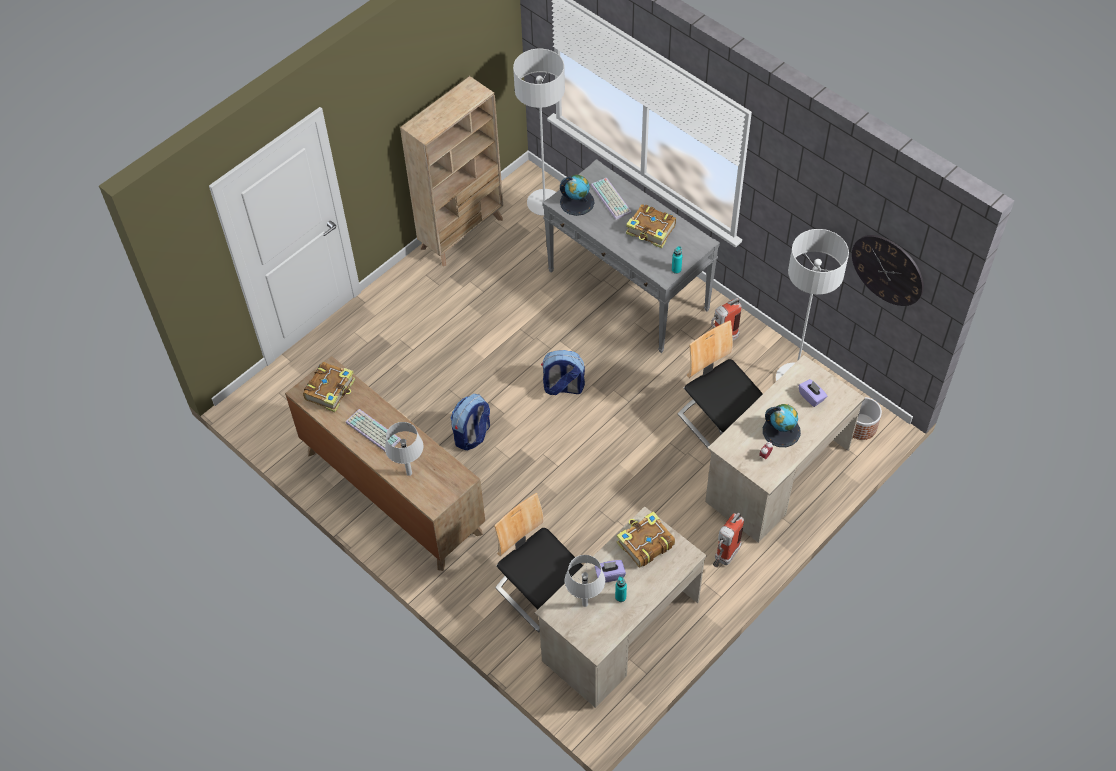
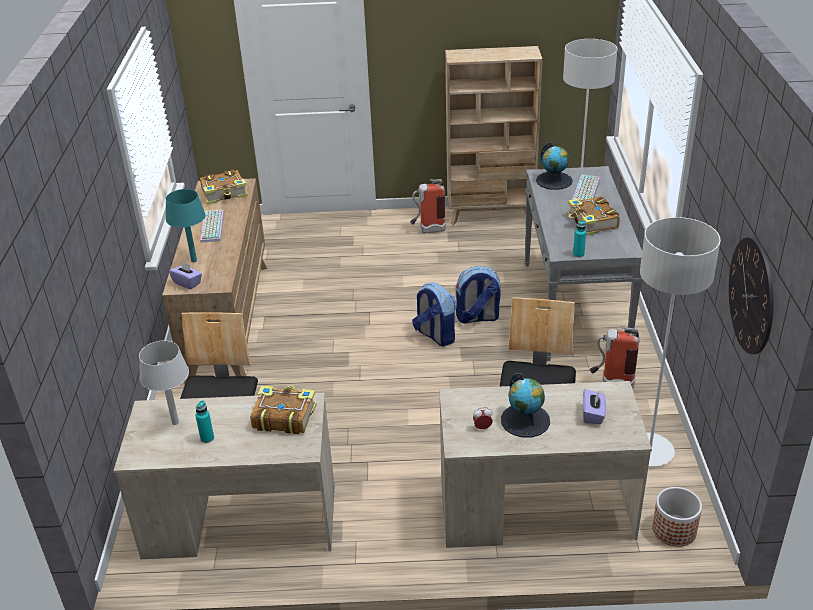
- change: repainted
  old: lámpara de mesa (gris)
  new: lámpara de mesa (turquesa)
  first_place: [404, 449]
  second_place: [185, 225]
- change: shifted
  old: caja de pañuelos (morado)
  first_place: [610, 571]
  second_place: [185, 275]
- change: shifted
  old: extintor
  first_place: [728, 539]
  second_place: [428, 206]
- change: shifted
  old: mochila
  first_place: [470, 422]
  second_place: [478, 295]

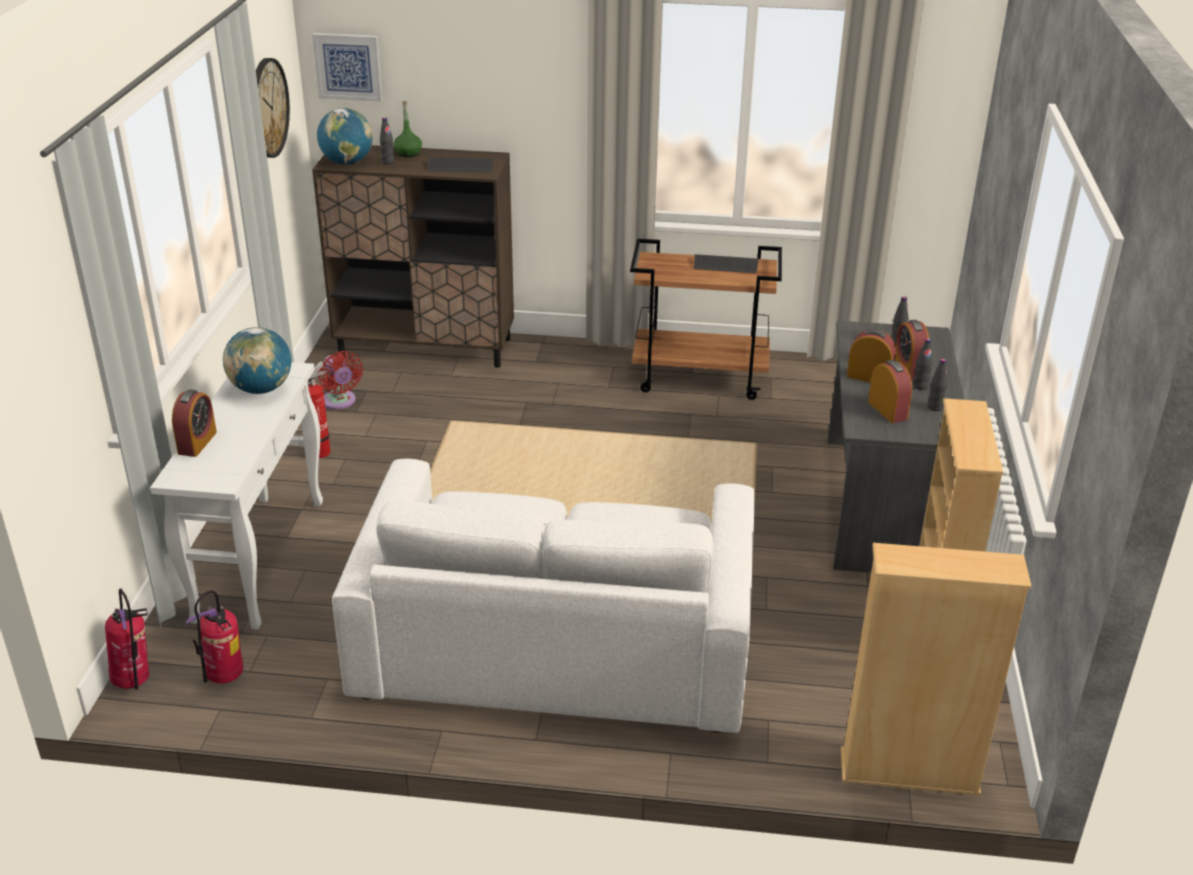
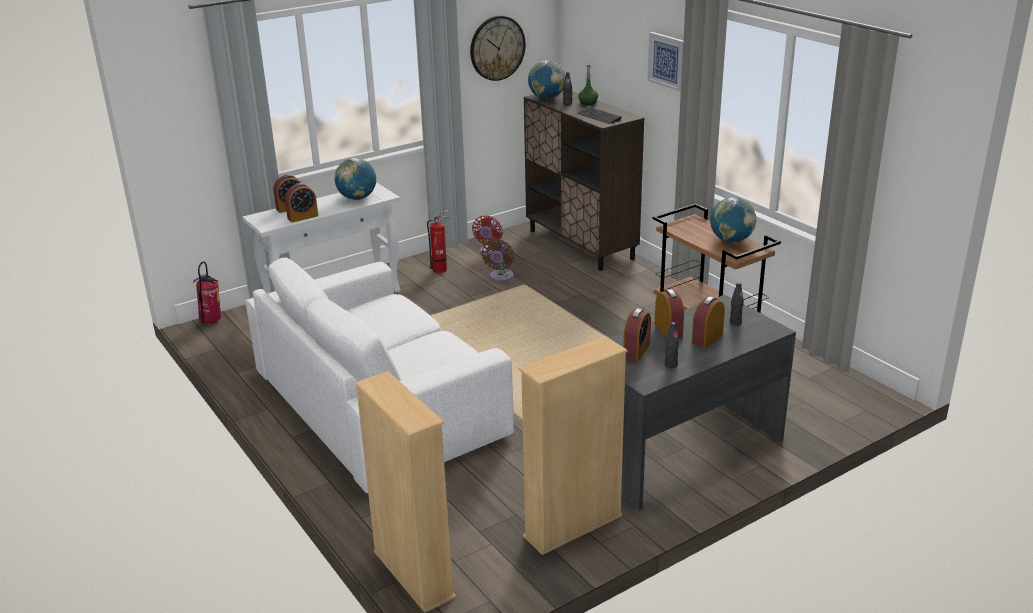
- change: new
  new: despertador
  second_place: [301, 203]
- change: new
  new: ventilador (marrón)
  second_place: [498, 260]
- change: shifted
  old: cuadro
  first_place: [347, 67]
  second_place: [665, 62]
- change: swapped
  old: teclado
  new: globo terráqueo
  first_place: [726, 263]
  second_place: [733, 220]
- change: gone
  old: extintor
  first_place: [214, 637]
- change: gone
  old: botella (negro)
  first_place: [922, 364]

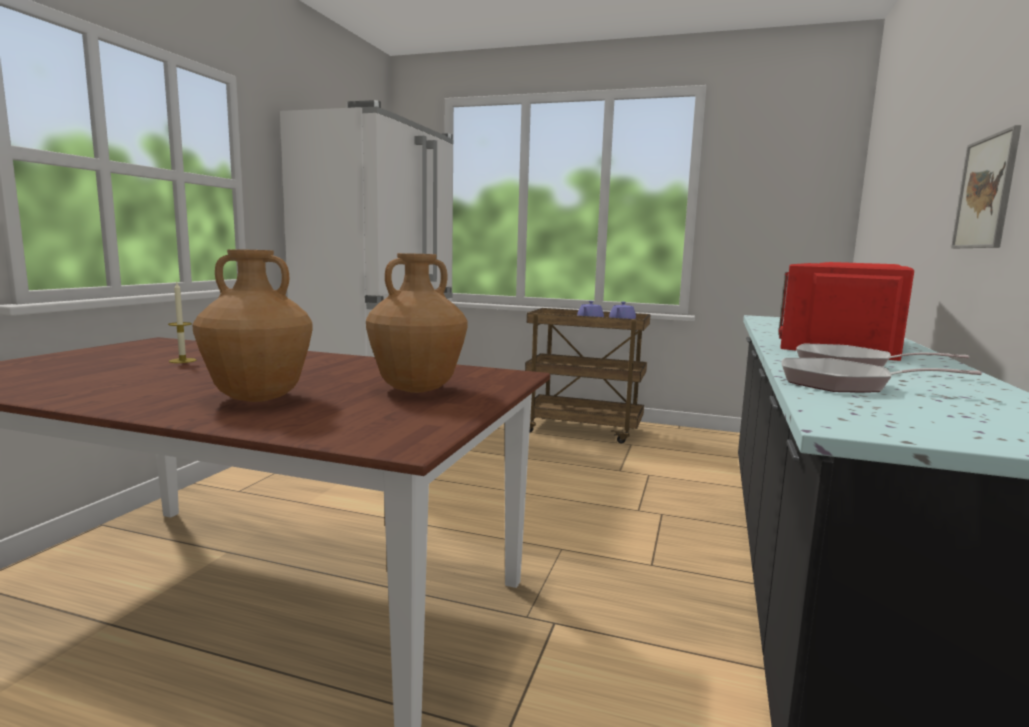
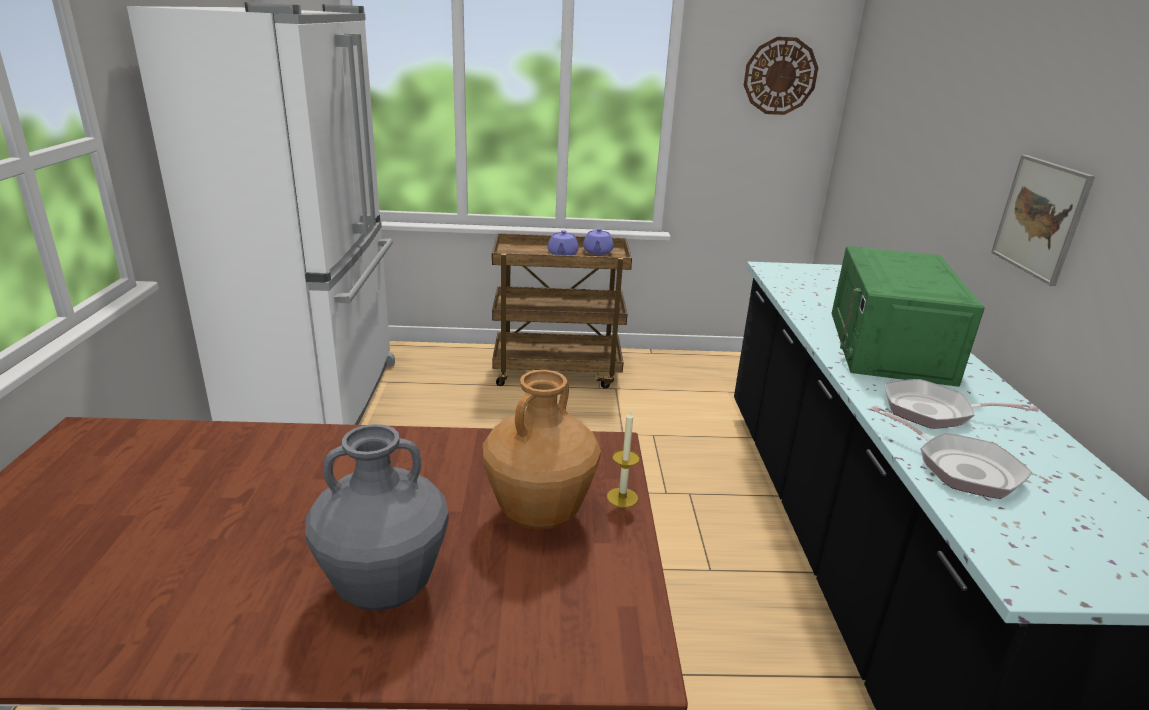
- change: repainted
  old: florero (marrón)
  new: florero (gris)
  first_place: [252, 325]
  second_place: [377, 517]
- change: shifted
  old: vela
  first_place: [182, 322]
  second_place: [623, 458]
- change: new
  new: reloj de pared
  second_place: [781, 76]
- change: repainted
  old: microondas (rojo)
  new: microondas (verde)
  first_place: [846, 311]
  second_place: [908, 316]
- change: rotated
  old: sartén
  first_place: [881, 375]
  second_place: [951, 452]
  degrees: -135

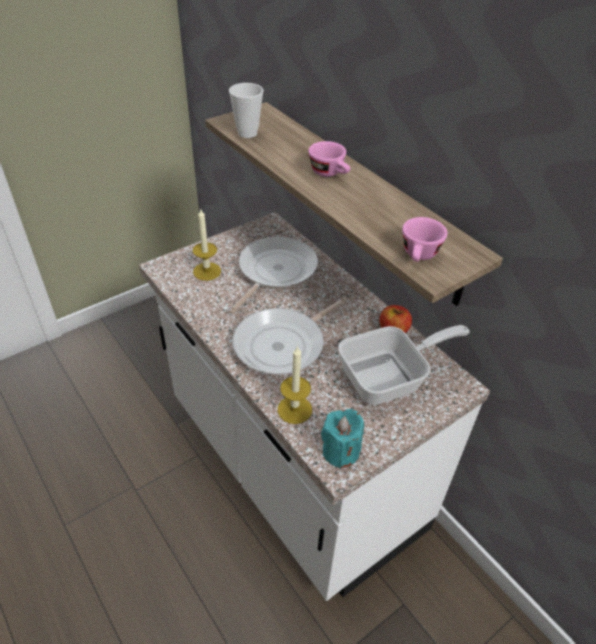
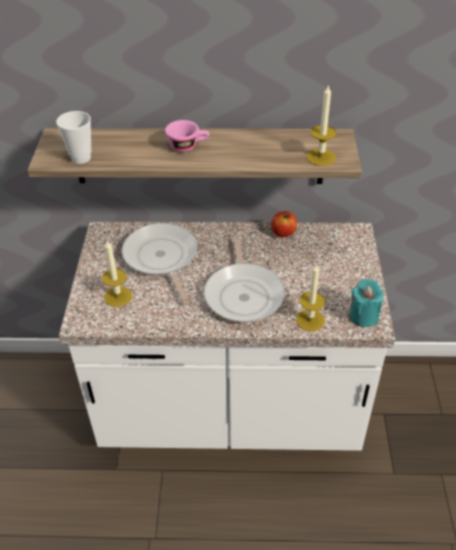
- change: swapped
  old: taza (rosa)
  new: vela
  first_place: [424, 239]
  second_place: [321, 125]
- change: gone
  old: sartén
  first_place: [404, 365]

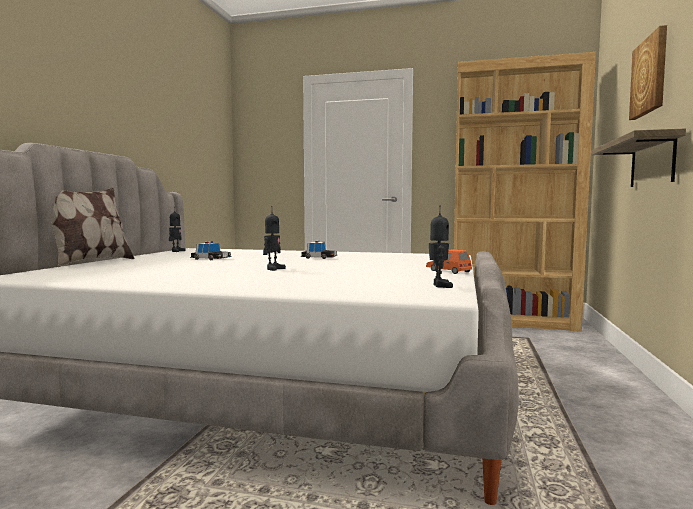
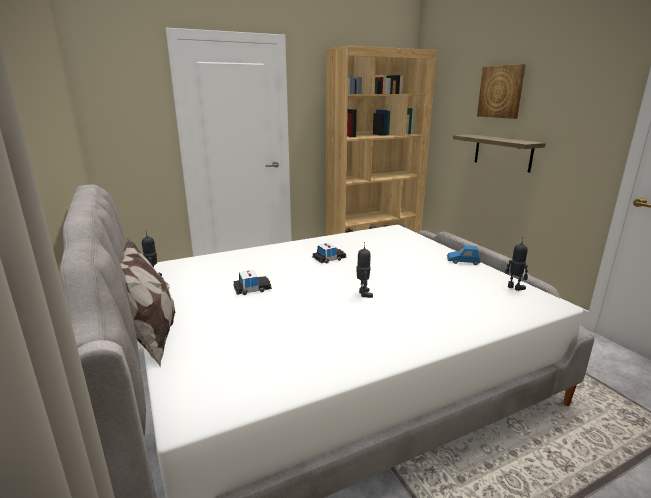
- change: repainted
  old: coche de juguete (naranja)
  new: coche de juguete (azul)
  first_place: [449, 261]
  second_place: [464, 255]

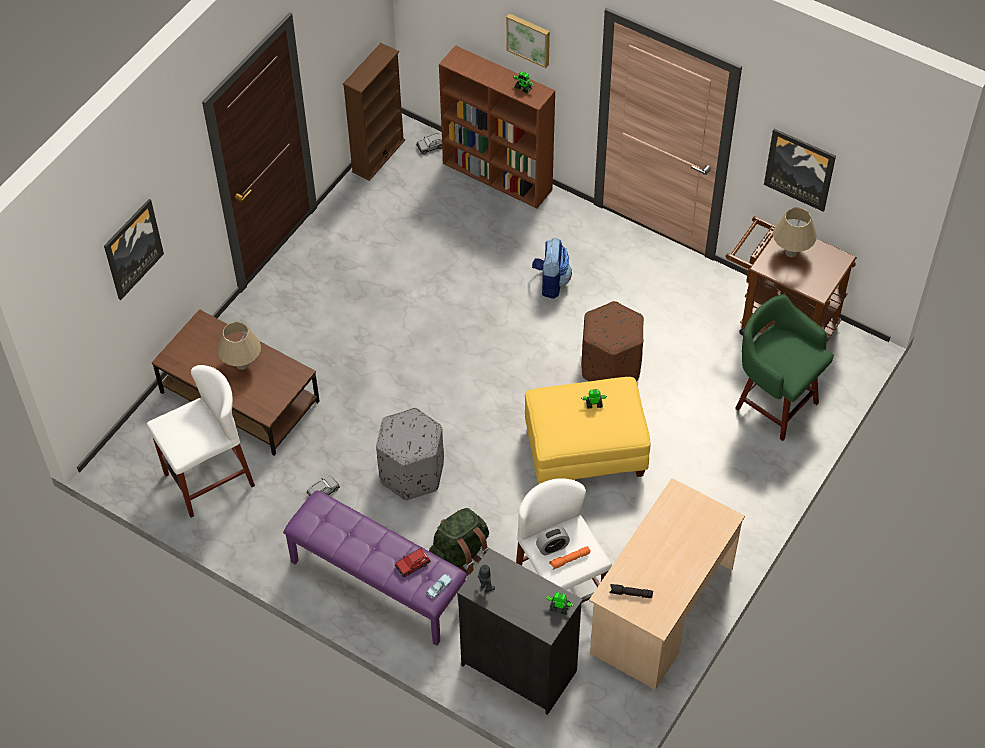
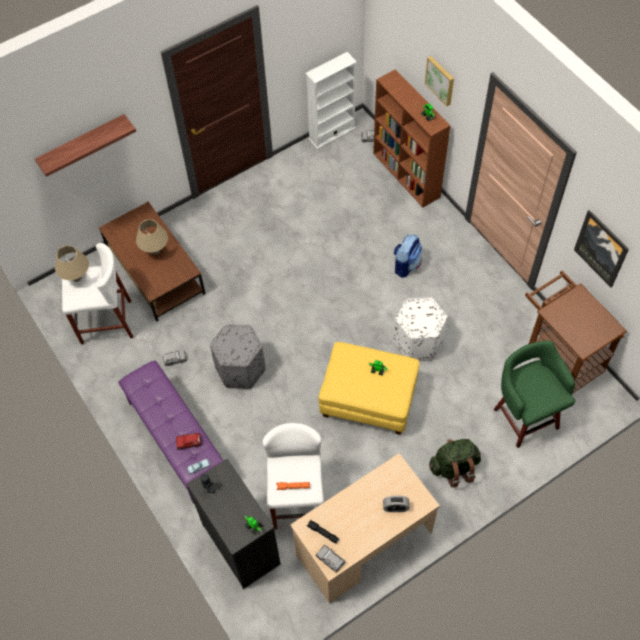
- change: swapped
  old: cuadro
  new: estante
  first_place: [134, 249]
  second_place: [85, 145]
- change: shifted
  old: lámpara de mesa (beis)
  first_place: [795, 232]
  second_place: [72, 263]
- change: repainted
  old: estantería (marrón)
  new: estantería (blanco)
  first_place: [374, 112]
  second_place: [331, 100]
- change: new
  new: coche de juguete (gris)
  second_place: [330, 559]
- change: shifted
  old: despertador
  first_place: [553, 541]
  second_place: [396, 503]
- change: repainted
  old: puf (marrón)
  new: puf (blanco)
  first_place: [613, 341]
  second_place: [420, 329]
- change: shifted
  old: mochila (verde)
  first_place: [459, 542]
  second_place: [455, 463]

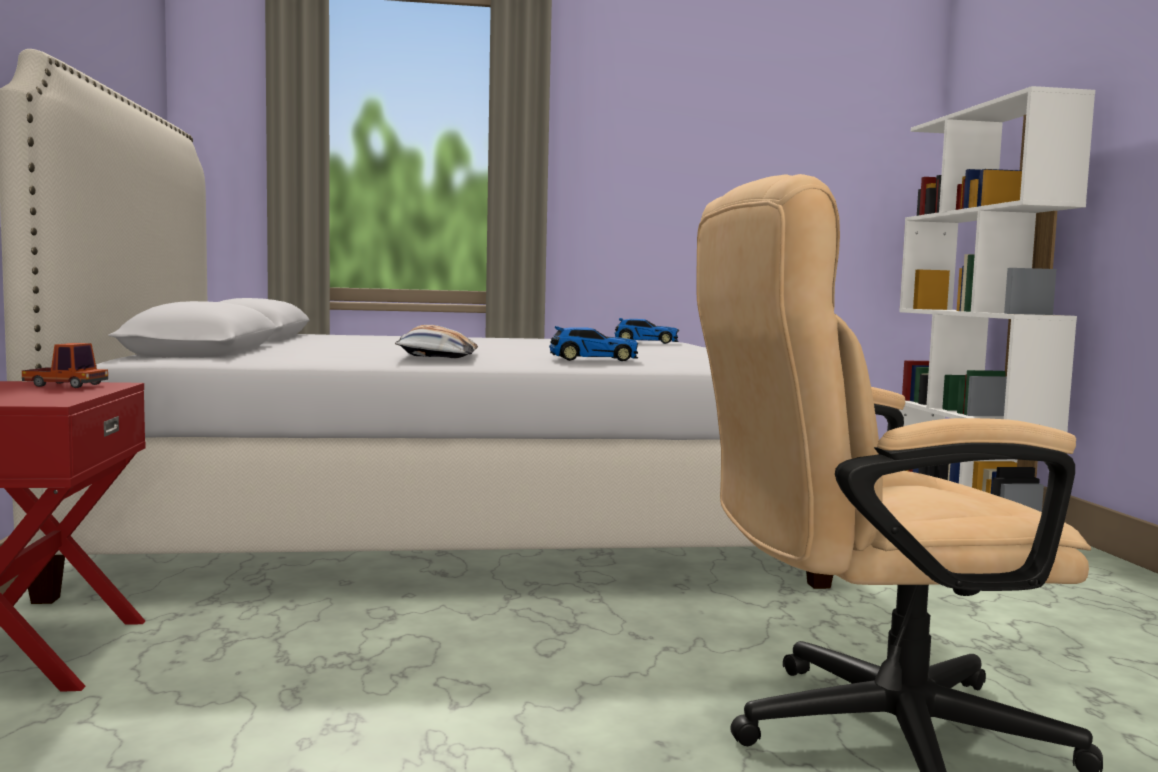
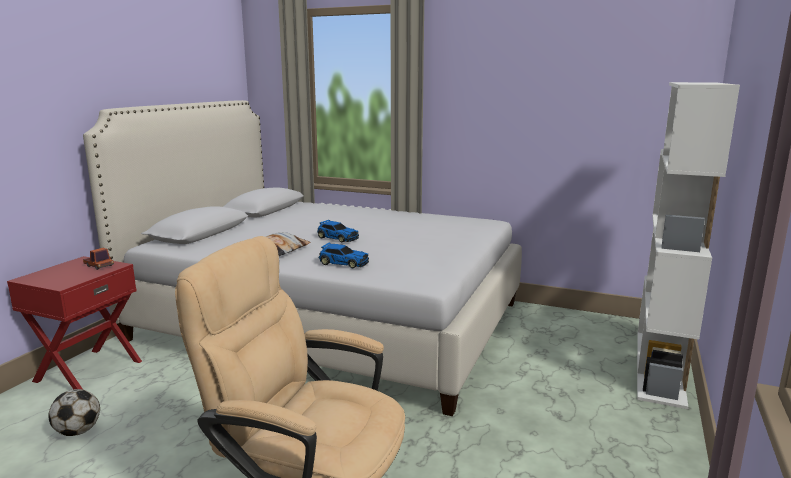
- change: new
  new: balón de fútbol
  second_place: [74, 412]
- change: shifted
  old: coche de juguete
  first_place: [646, 331]
  second_place: [338, 231]

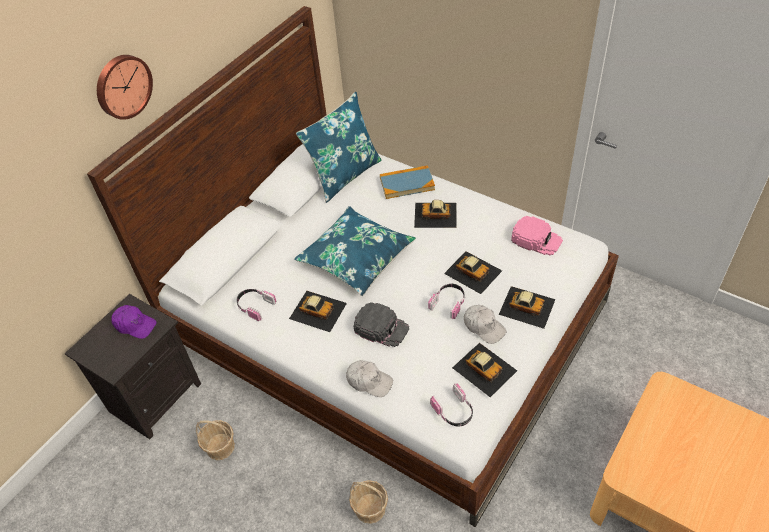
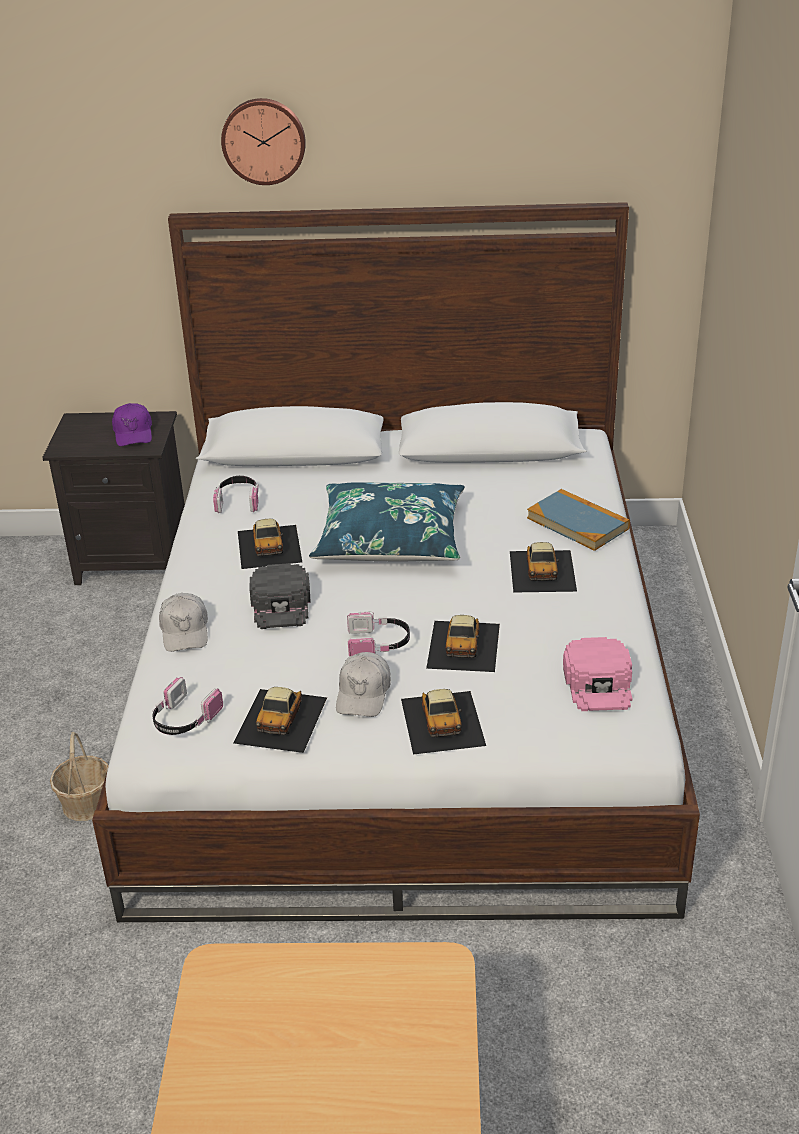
- change: rotated
  old: coche de juguete
  first_place: [435, 214]
  second_place: [543, 567]
  degrees: -150
- change: gone
  old: cesta
  first_place: [215, 440]
- change: gone
  old: cojín (azul)
  first_place: [339, 147]

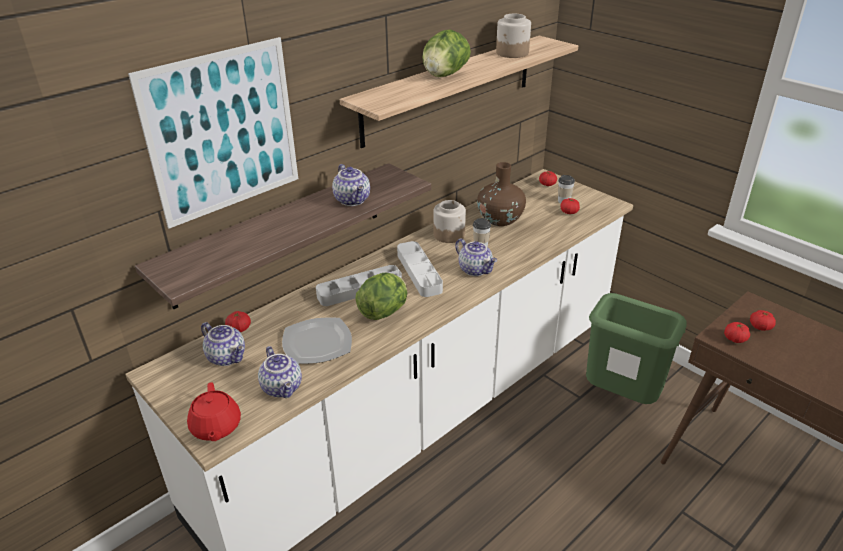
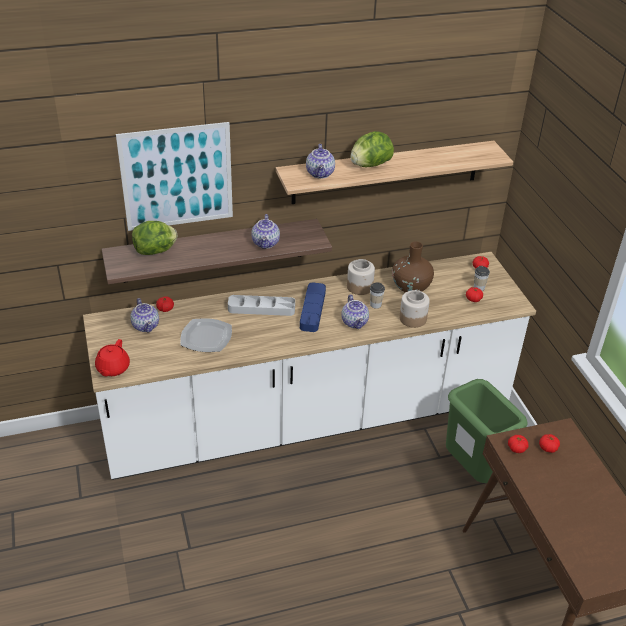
- change: shifted
  old: lechuga
  first_place: [381, 296]
  second_place: [154, 238]
- change: repainted
  old: bandeja (gris)
  new: bandeja (azul)
  first_place: [420, 269]
  second_place: [313, 307]
- change: shifted
  old: tetera
  first_place: [280, 372]
  second_place: [320, 161]
- change: shifted
  old: tarro
  first_place: [513, 36]
  second_place: [414, 309]

